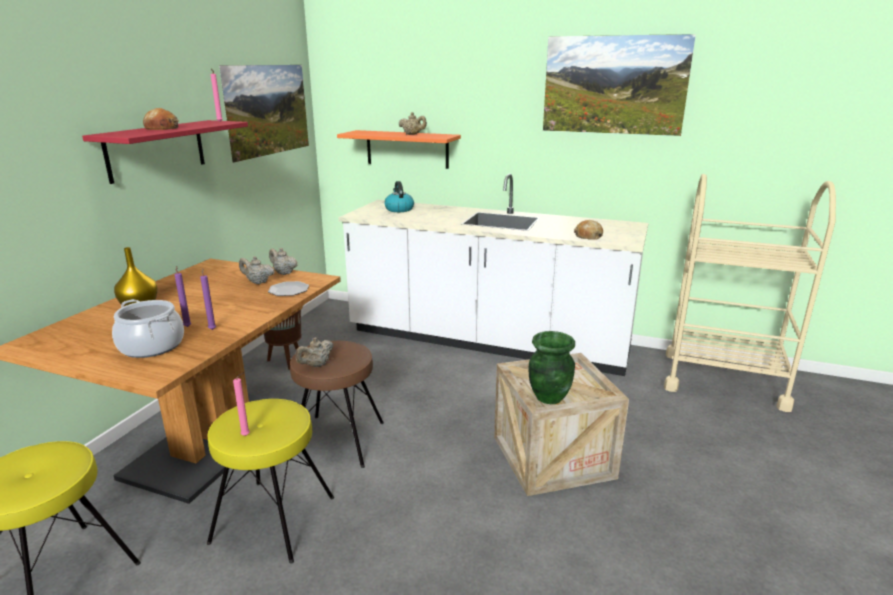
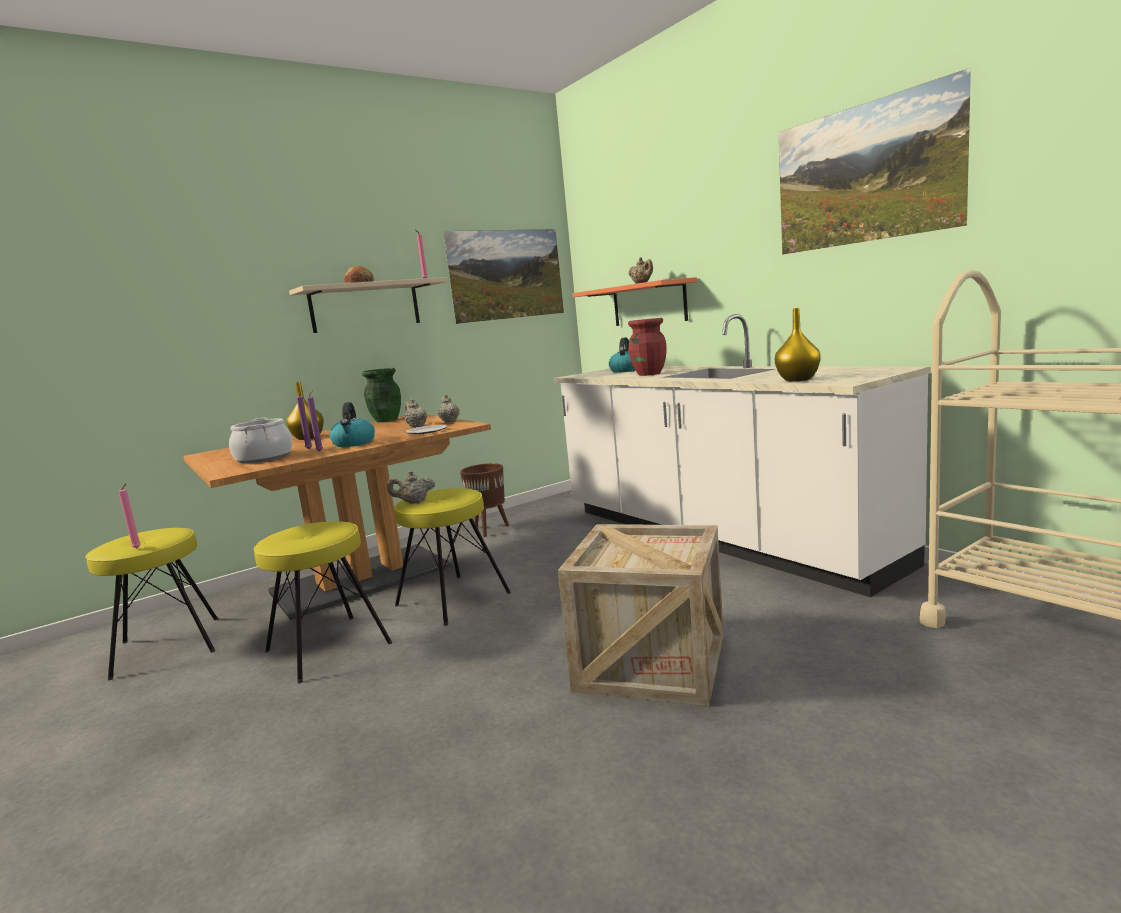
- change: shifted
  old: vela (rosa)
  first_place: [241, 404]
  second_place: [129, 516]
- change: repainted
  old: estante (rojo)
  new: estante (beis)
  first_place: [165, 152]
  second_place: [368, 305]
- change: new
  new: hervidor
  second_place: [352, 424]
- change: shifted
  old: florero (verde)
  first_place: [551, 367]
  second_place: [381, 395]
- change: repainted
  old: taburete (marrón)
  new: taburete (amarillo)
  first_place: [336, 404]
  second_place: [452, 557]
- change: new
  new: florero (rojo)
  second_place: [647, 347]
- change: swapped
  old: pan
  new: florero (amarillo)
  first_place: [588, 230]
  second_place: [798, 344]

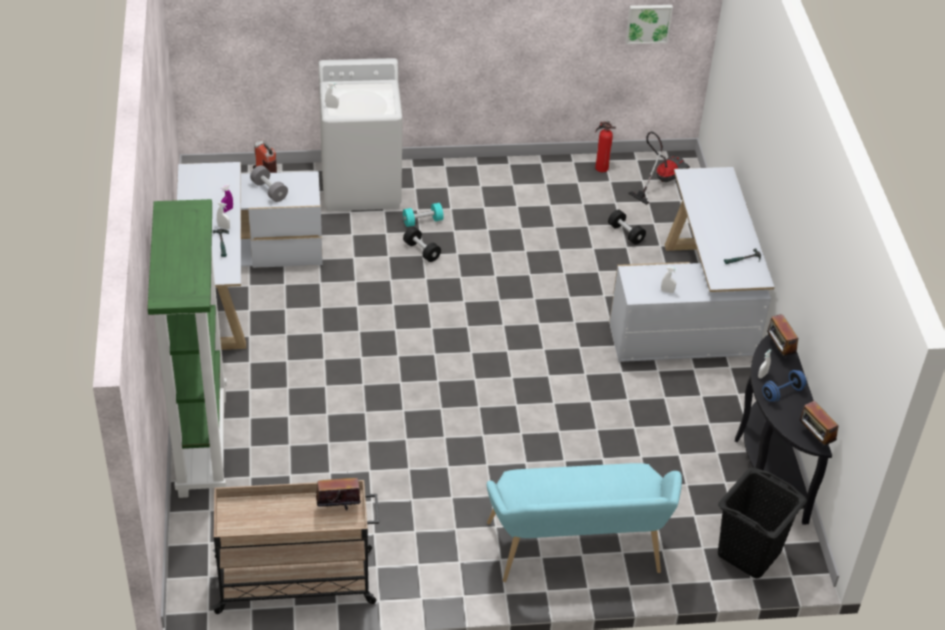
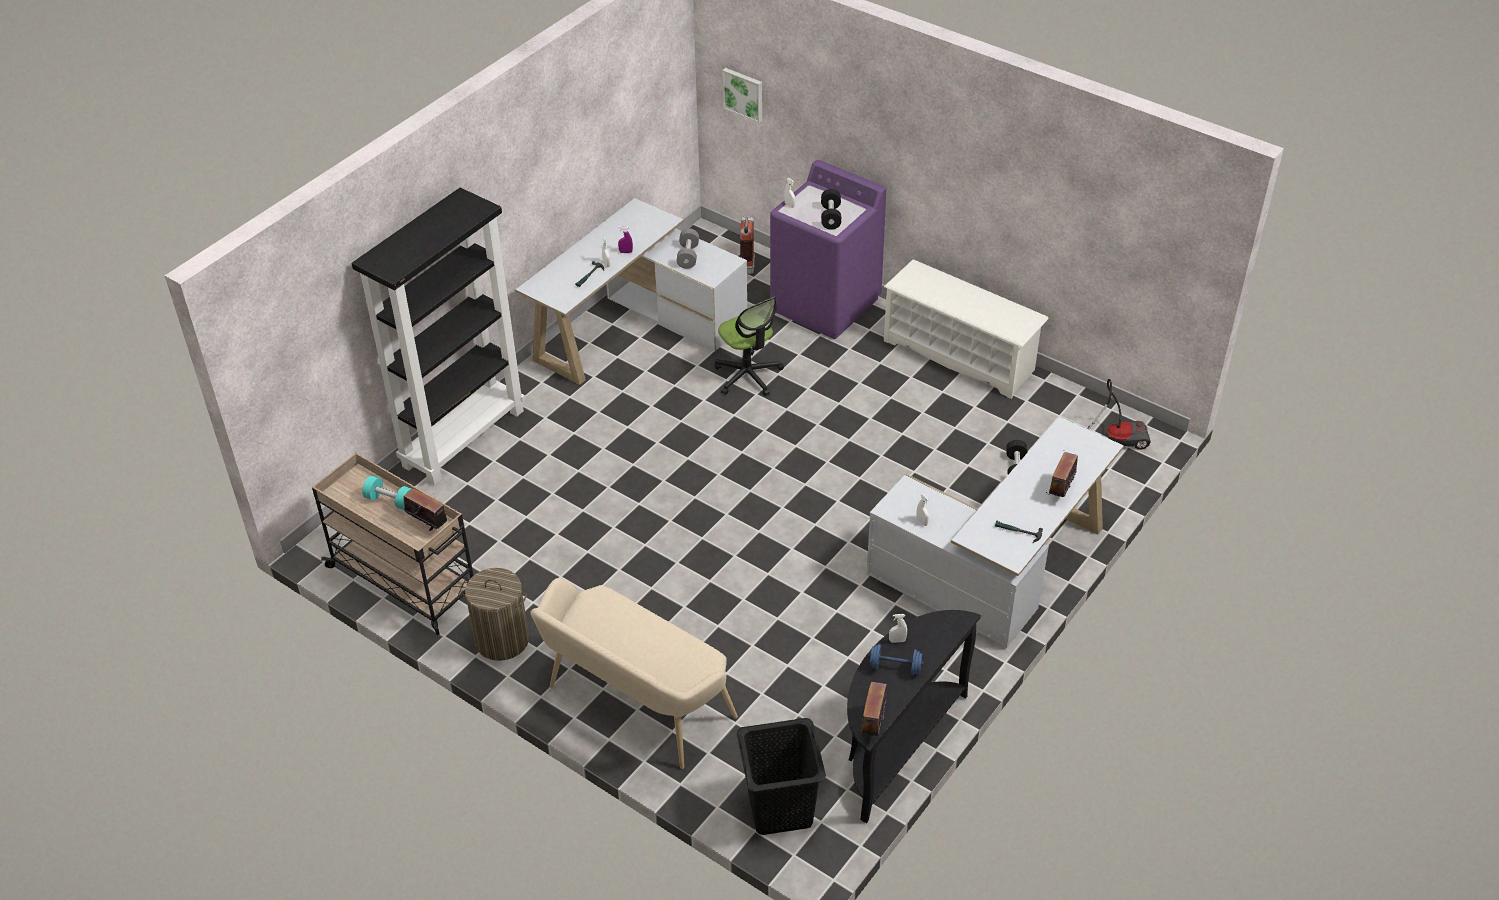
- change: repainted
  old: estantería (verde)
  new: estantería (negro)
  first_place: [187, 348]
  second_place: [438, 336]
- change: shifted
  old: mancuerna (turquesa)
  first_place: [423, 215]
  second_place: [387, 493]
- change: new
  new: cesto de la ropa
  second_place: [494, 614]
- change: repainted
  old: banco (turquesa)
  new: banco (beis)
  first_place: [584, 522]
  second_place: [634, 673]
- change: new
  new: silla de oficina
  second_place: [749, 346]
- change: shifted
  old: cuadro
  first_place: [649, 24]
  second_place: [742, 95]
- change: repainted
  old: lavadora (blanco)
  new: lavadora (morado)
  first_place: [360, 134]
  second_place: [828, 249]
- change: shifted
  old: mancuerna (negro)
  first_place: [422, 244]
  second_place: [831, 209]
- change: new
  new: zapatero (blanco)
  second_place: [966, 329]
- change: shifted
  old: radio
  first_place: [782, 336]
  second_place: [1063, 474]
- change: gone
  old: extintor
  first_place: [605, 146]

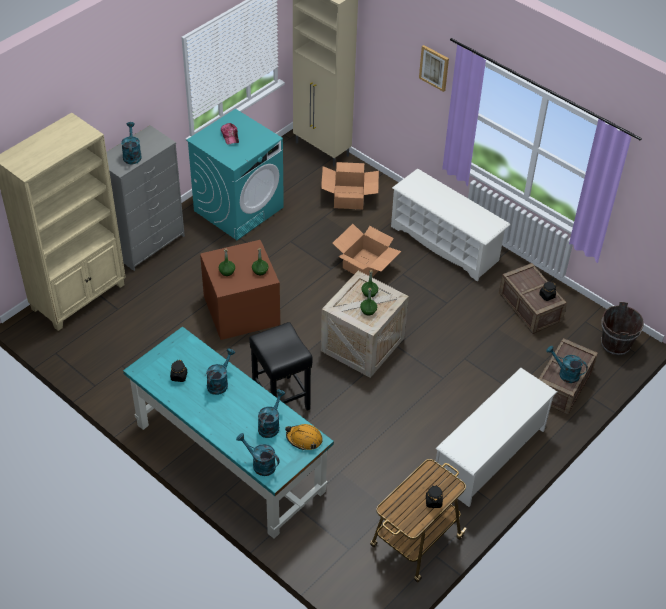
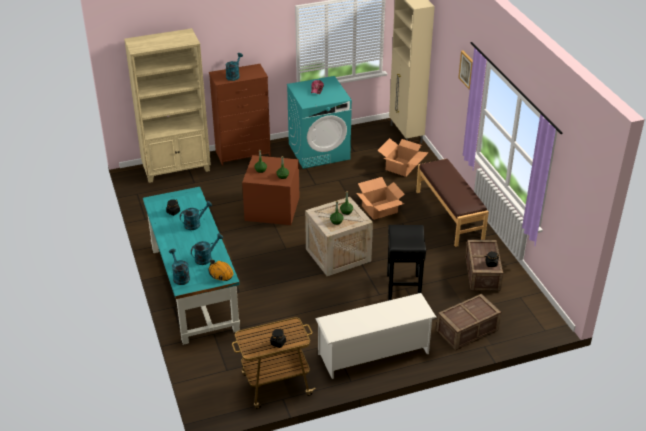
- change: repainted
  old: cómoda (gris)
  new: cómoda (marrón)
  first_place: [145, 198]
  second_place: [240, 114]
- change: shifted
  old: taburete (negro)
  first_place: [281, 366]
  second_place: [406, 262]
- change: swapped
  old: zapatero (blanco)
  new: banco (marrón)
  first_place: [450, 225]
  second_place: [452, 203]
- change: gone
  old: regadera (turquesa)
  first_place: [567, 364]
- change: gone
  old: cubo (marrón)
  first_place: [622, 329]

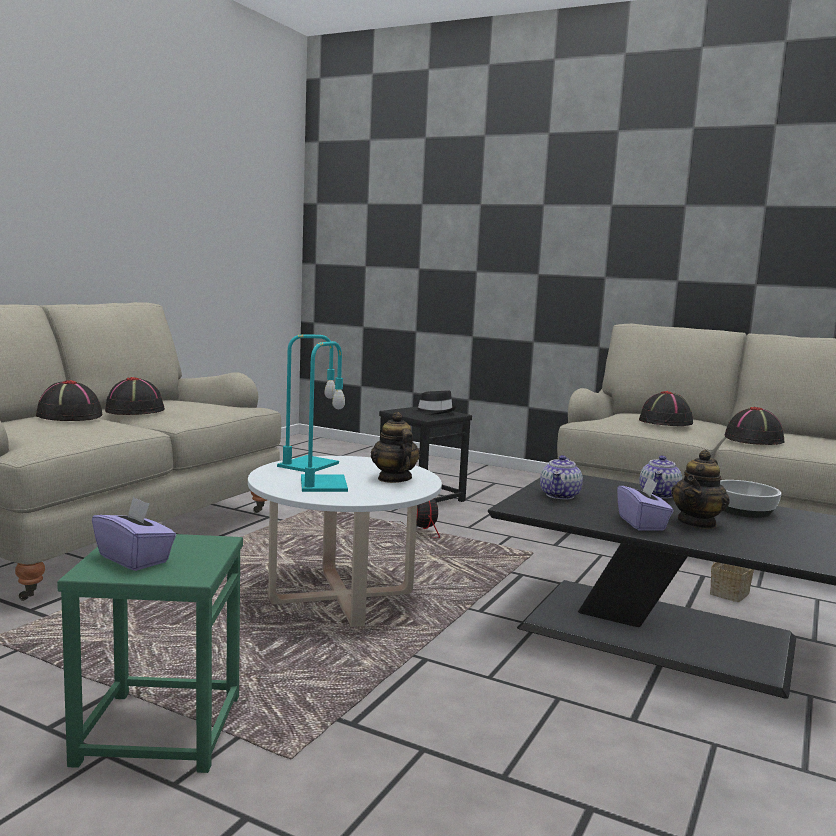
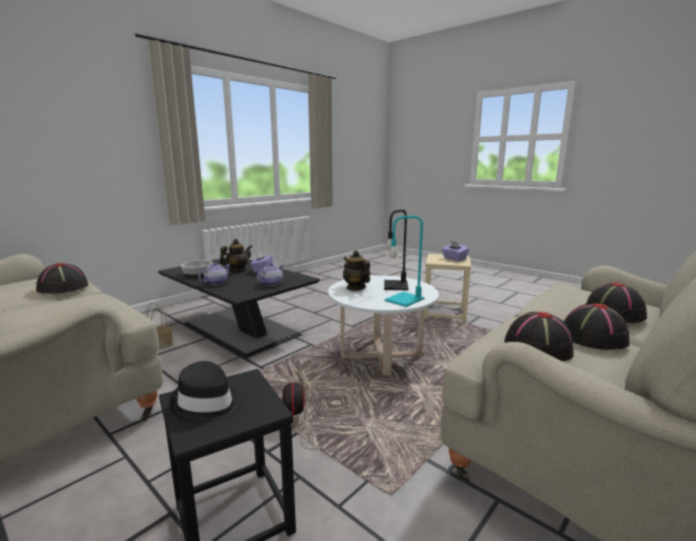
- change: rotated
  old: tetera
  first_place: [395, 447]
  second_place: [356, 270]
  degrees: 150
- change: repainted
  old: lámpara de mesa (turquesa)
  new: lámpara de mesa (negro)
  first_place: [324, 416]
  second_place: [396, 250]
- change: repainted
  old: taburete (verde)
  new: taburete (beis)
  first_place: [150, 653]
  second_place: [447, 288]
- change: shifted
  old: sombrero (negro)
  first_place: [666, 408]
  second_place: [539, 336]

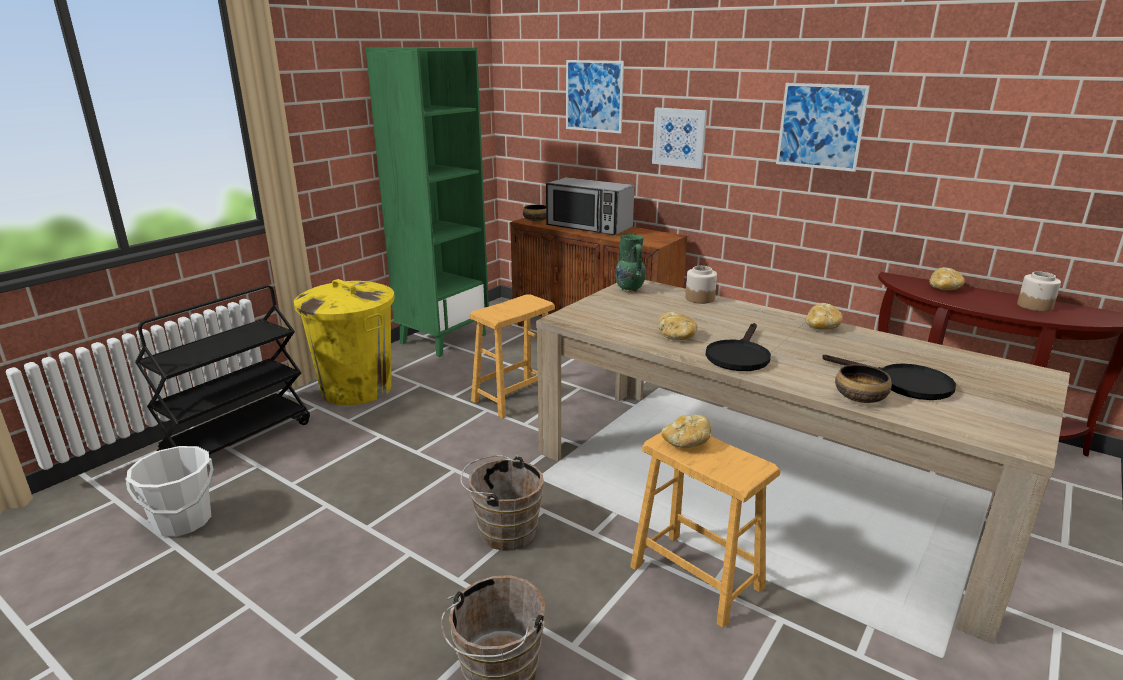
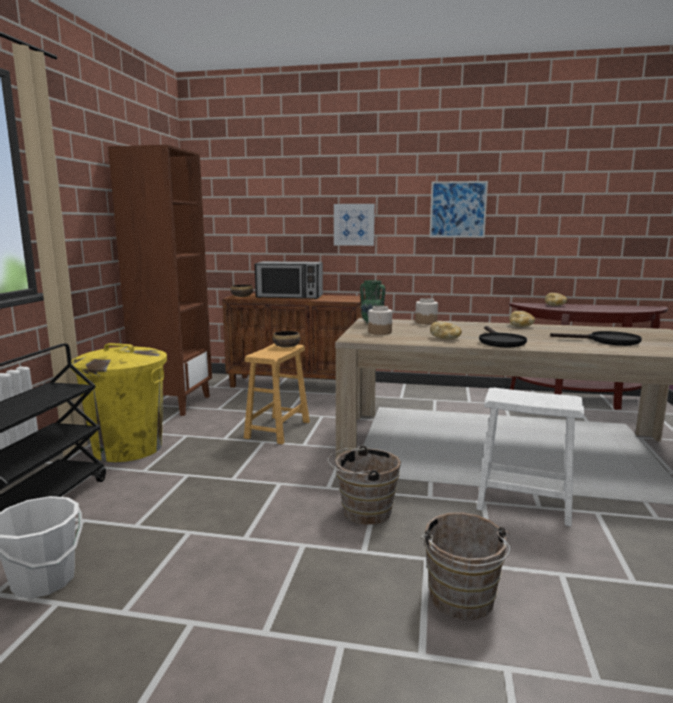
- change: repainted
  old: estantería (verde)
  new: estantería (marrón)
  first_place: [427, 202]
  second_place: [160, 280]
- change: shifted
  old: cuenco
  first_place: [863, 383]
  second_place: [286, 339]
- change: shifted
  old: tarro
  first_place: [1039, 291]
  second_place: [380, 320]
- change: repainted
  old: taburete (marrón)
  new: taburete (blanco)
  first_place: [705, 530]
  second_place: [530, 457]
- change: gone
  old: cuadro
  first_place: [595, 96]
- change: gone
  old: pan
  first_place: [686, 431]

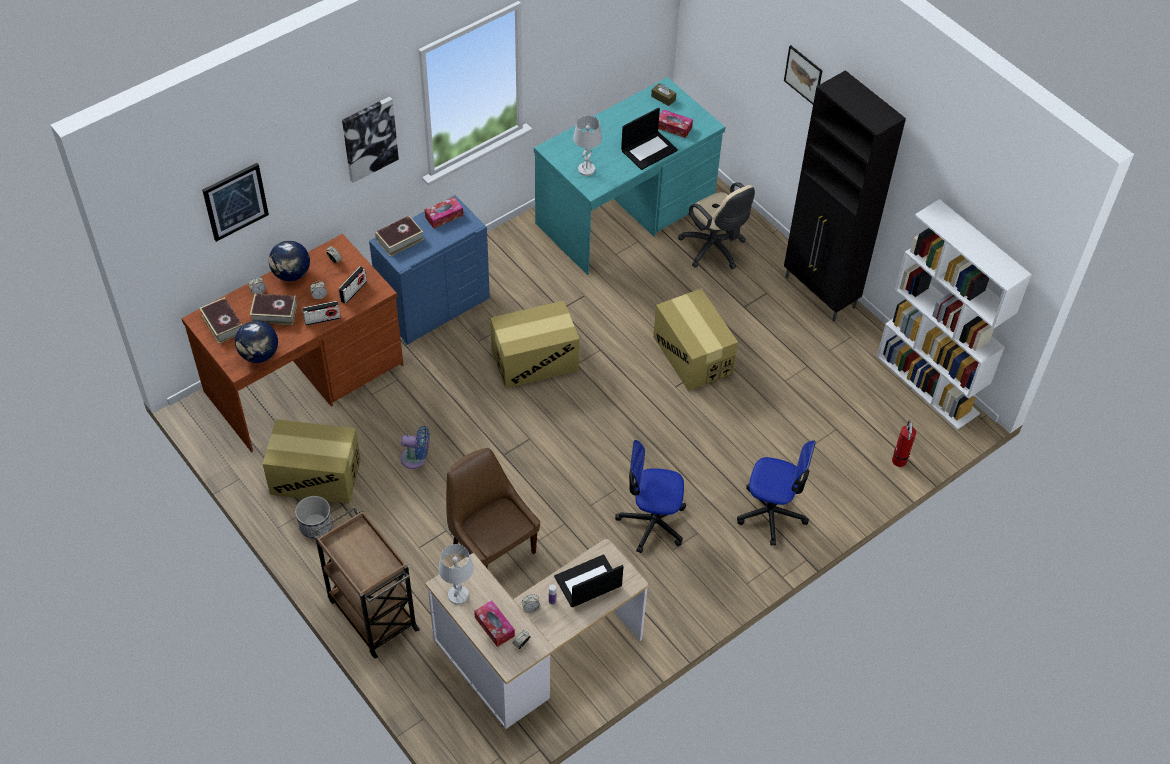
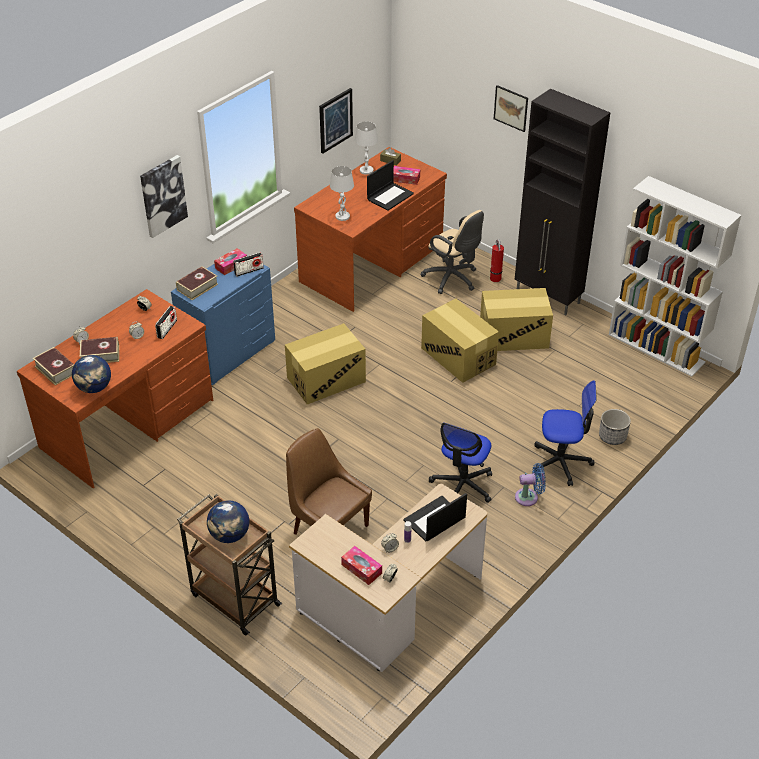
- change: shifted
  old: globo terráqueo
  first_place: [289, 261]
  second_place: [228, 521]
- change: shifted
  old: radio
  first_place: [321, 313]
  second_place: [248, 264]
- change: repainted
  old: escritorio (turquesa)
  new: escritorio (marrón)
  first_place: [629, 176]
  second_place: [370, 229]
- change: shifted
  old: cuadro
  first_place: [235, 202]
  second_place: [336, 121]
- change: shifted
  old: lámpara de mesa (blanco)
  first_place: [456, 574]
  second_place: [366, 148]
- change: rotated
  old: silla de oficina
  first_place: [650, 496]
  second_place: [460, 463]
  degrees: -60
- change: shifted
  old: caja de cartón
  first_place: [312, 461]
  second_place: [516, 319]
- change: shifted
  old: extintor
  first_place: [904, 443]
  second_place: [497, 260]
- change: shifted
  old: ventilador (azul)
  first_place: [415, 447]
  second_place: [530, 484]
- change: shifted
  old: maceta
  first_place: [313, 517]
  second_place: [615, 427]

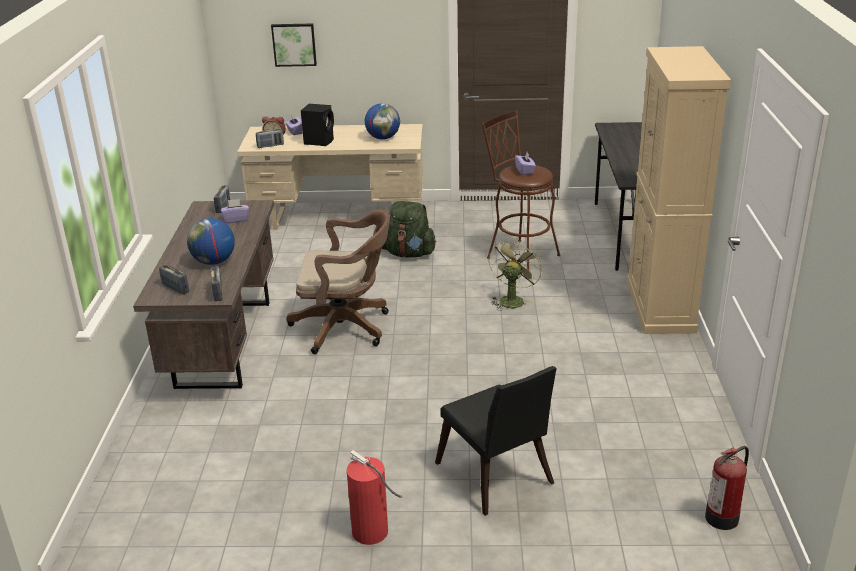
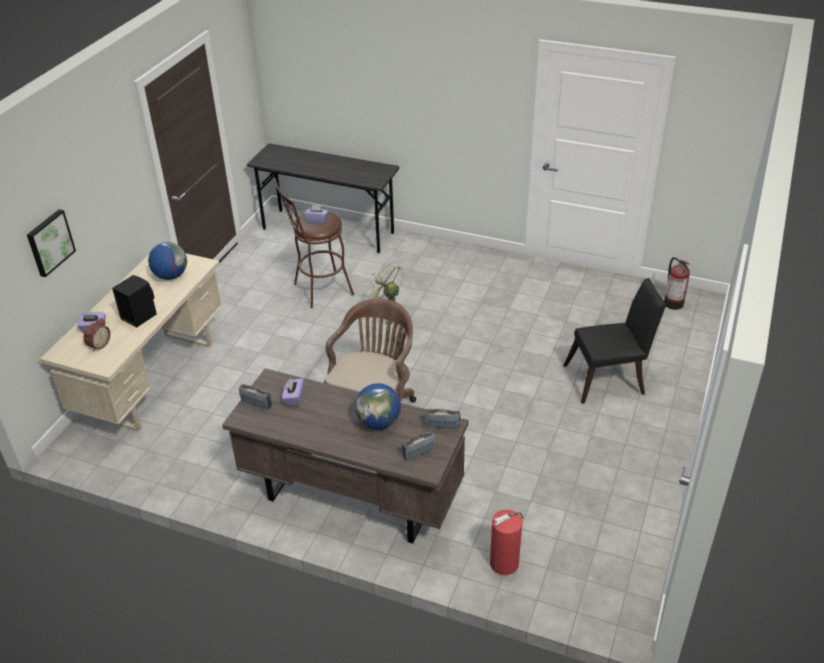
- change: shifted
  old: extintor
  first_place: [374, 497]
  second_place: [506, 542]
- change: gone
  old: radio
  first_place: [270, 138]
- change: gone
  old: mochila (verde)
  first_place: [409, 229]
- change: gone
  old: armario (beis)
  first_place: [679, 190]

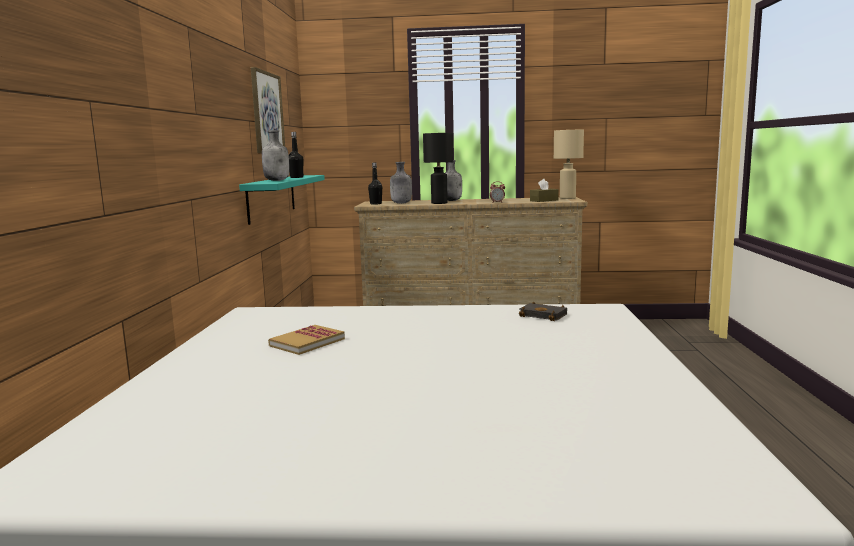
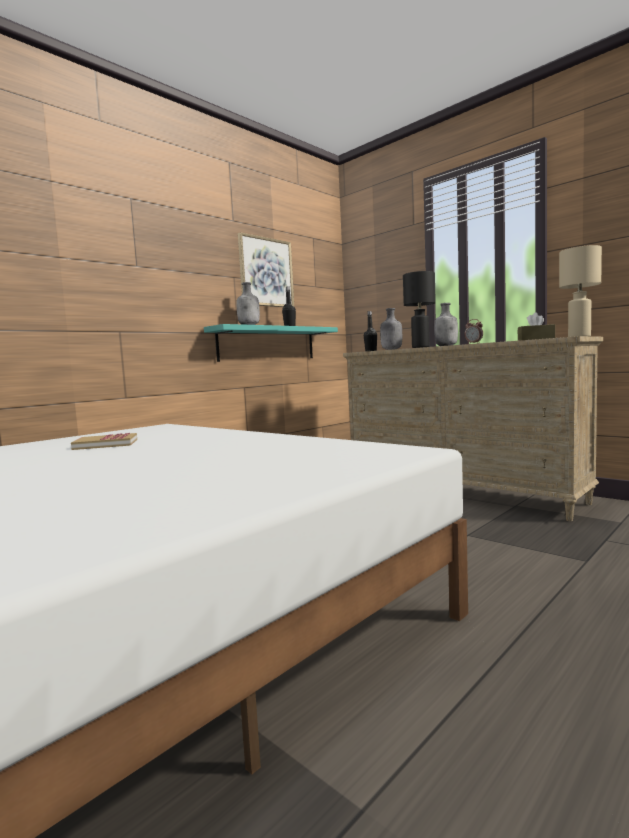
- change: gone
  old: libro (negro)
  first_place: [543, 311]

